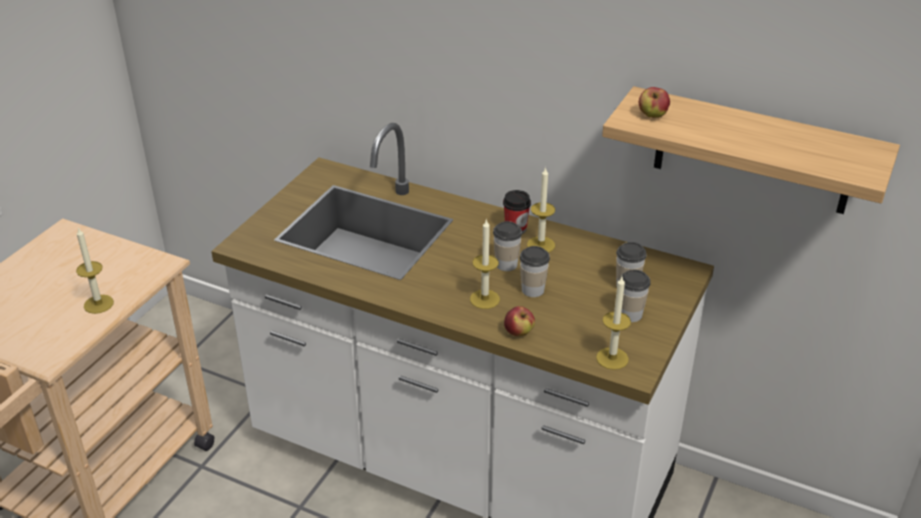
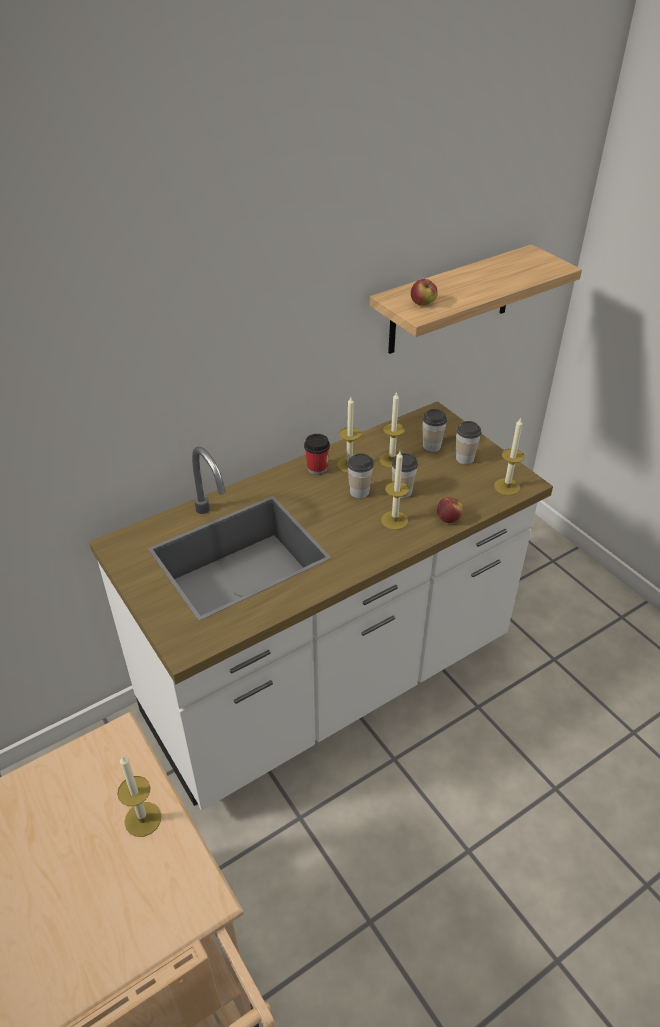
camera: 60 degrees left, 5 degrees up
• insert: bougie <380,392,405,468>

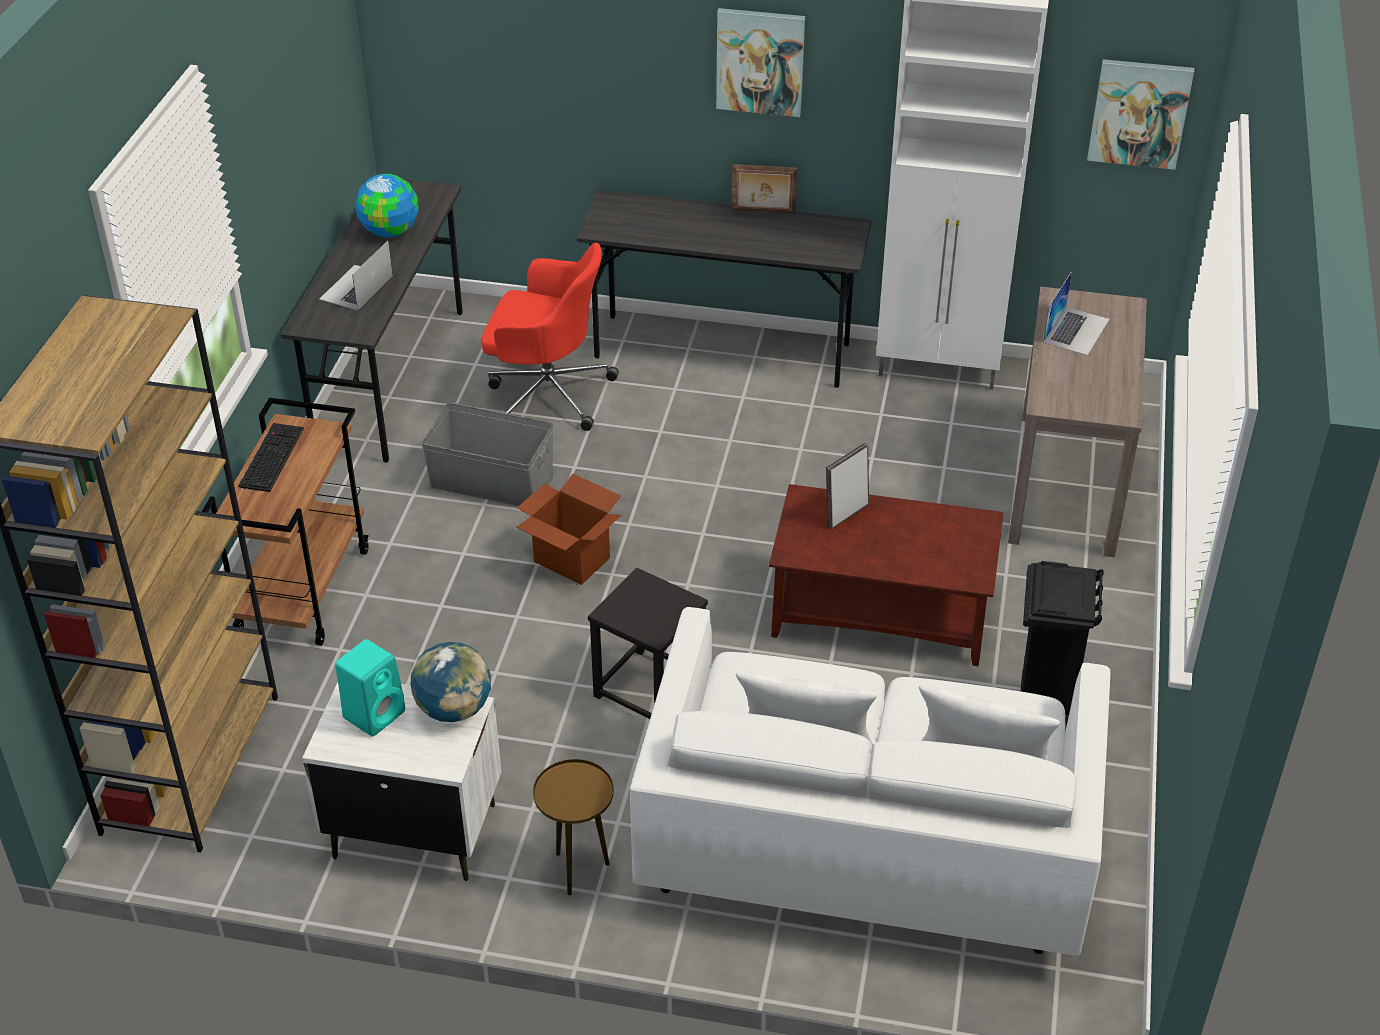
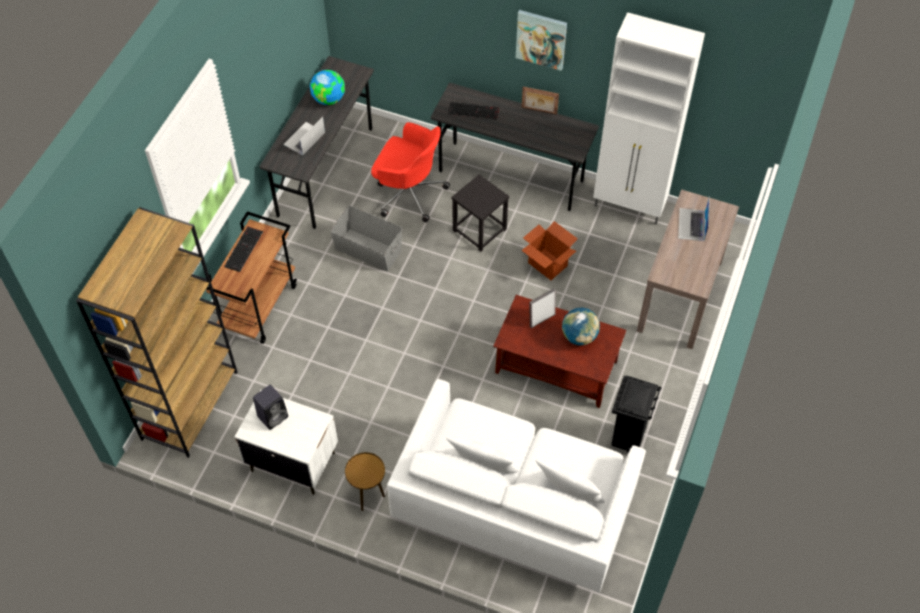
camera: 10 degrees right, 15 degrees up
• recolor: enceinte/turquoise <335,639,405,737> to enceinte/noir <253,385,288,430>
• insert: clavier <448,102,499,120>
• move: tabouret/noir <588,567,708,719> to <452,174,509,252>
• move: carton <516,474,621,585> to <521,221,578,280>
• move: globe <411,642,491,722> to <562,308,600,346>
• rotate: ordinateur portable <1043,271,1110,356> = <678,198,709,241> 150 degrees clockwise
• delete: tableau <1087,59,1194,170>

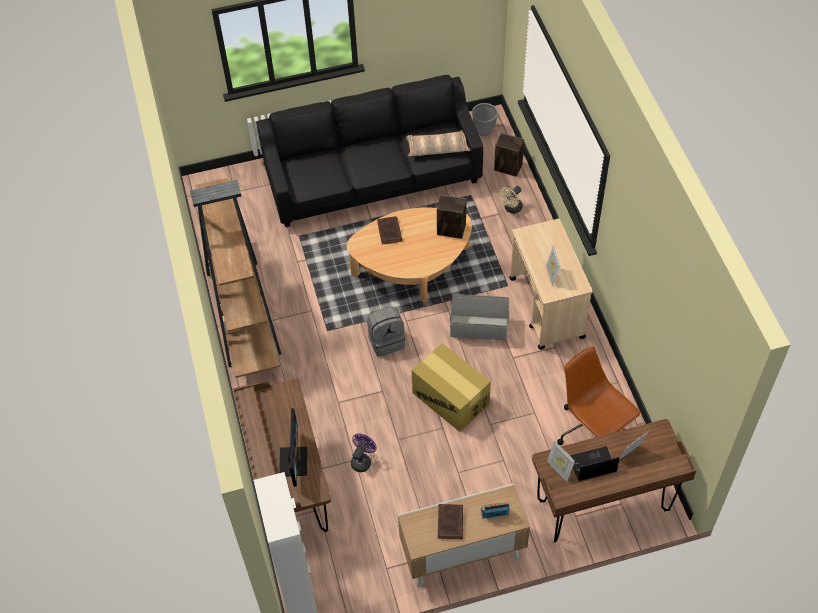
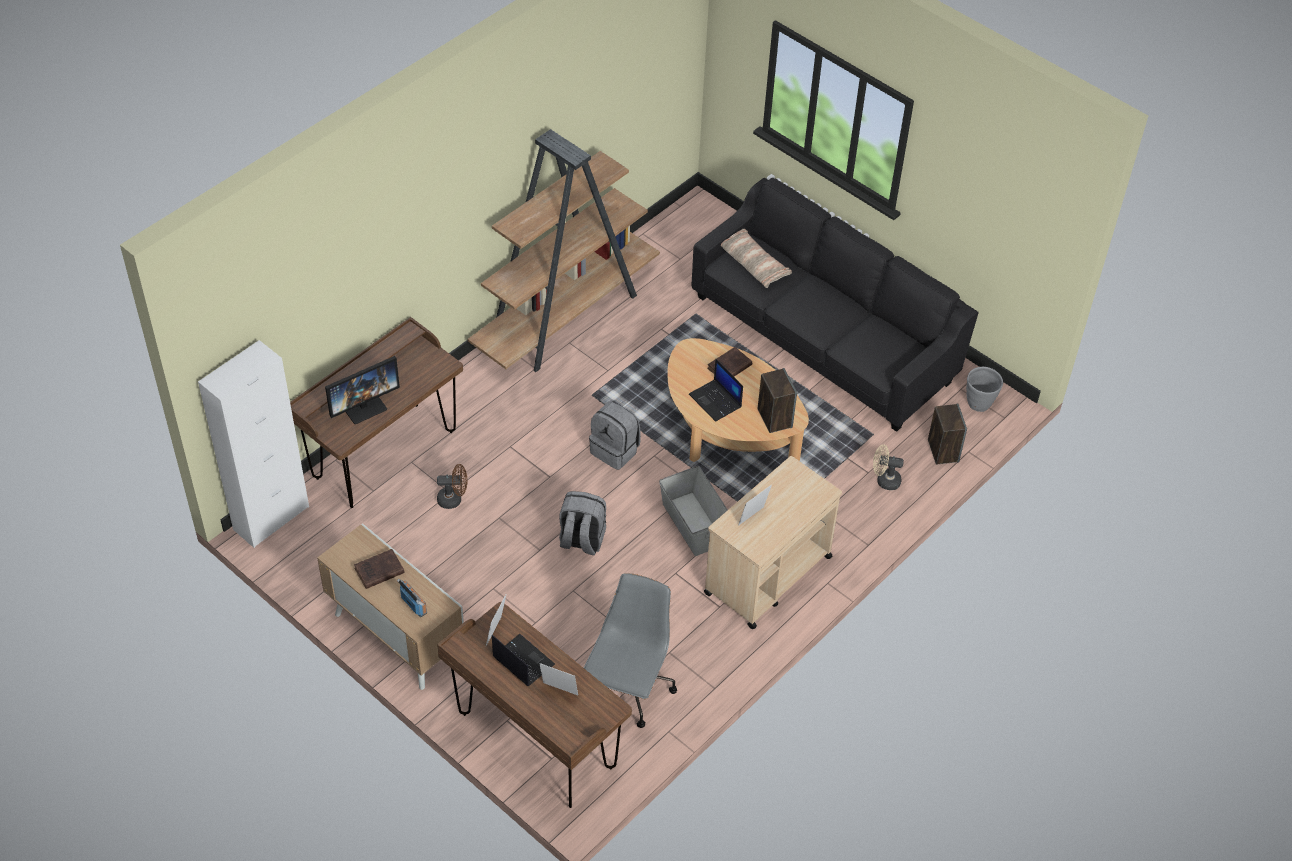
camera: 55 degrees right, 5 degrees down
• recolor: ventilateur/violet <351,434,377,472> to ventilateur/marron <437,464,467,509>
• replace: carton <412,343,491,432> to sac à dos/gris <559,491,606,555>
• recolor: chaise de bureau/marron <557,346,641,445> to chaise de bureau/gris <584,573,677,728>
• insert: ordinateur portable <689,359,743,422>
• move: coussin <406,130,470,157> to <721,229,792,288>

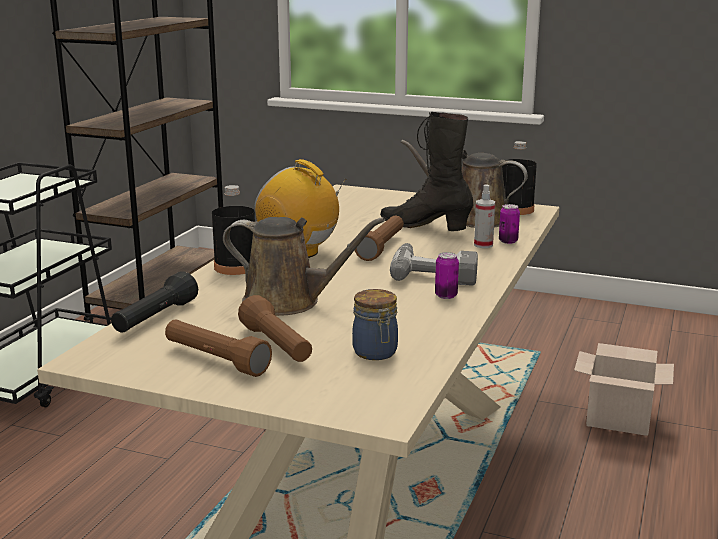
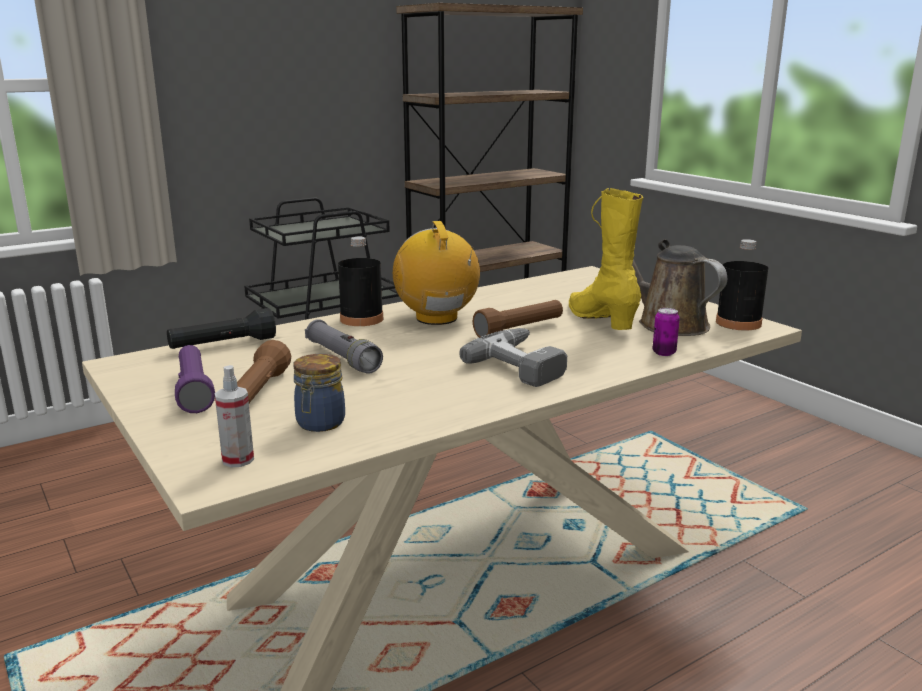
camera: 35 degrees right, 0 degrees up
• recolor: lampe de poche/marron <165,319,272,377> to lampe de poche/violet <175,345,215,413>
• move: vaporisateur <474,185,495,248> to <215,365,254,467>
• replace: arrosoir/marron <223,217,385,316> to lampe de poche/gris <305,319,383,374>
• recolor: botte/noir <380,112,473,231> to botte/jaune <569,188,643,330>
• delete: boîte métallique <435,252,459,299>
• delete: carton <574,343,674,436>

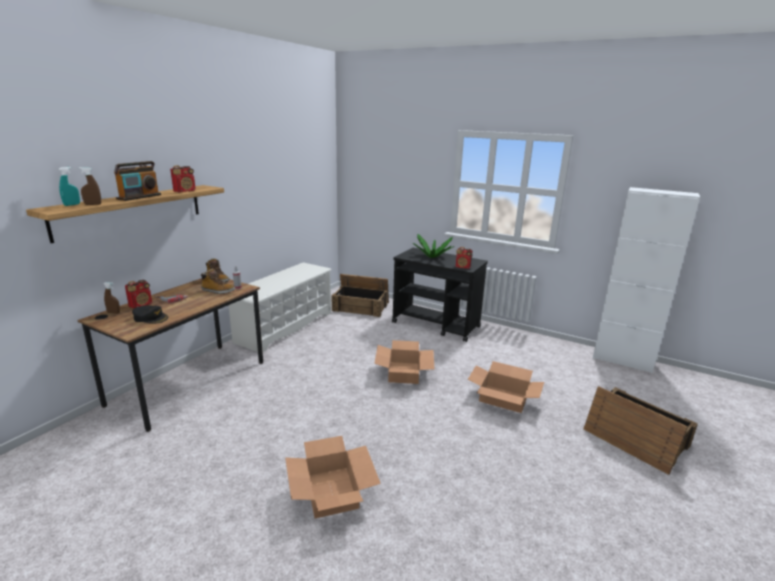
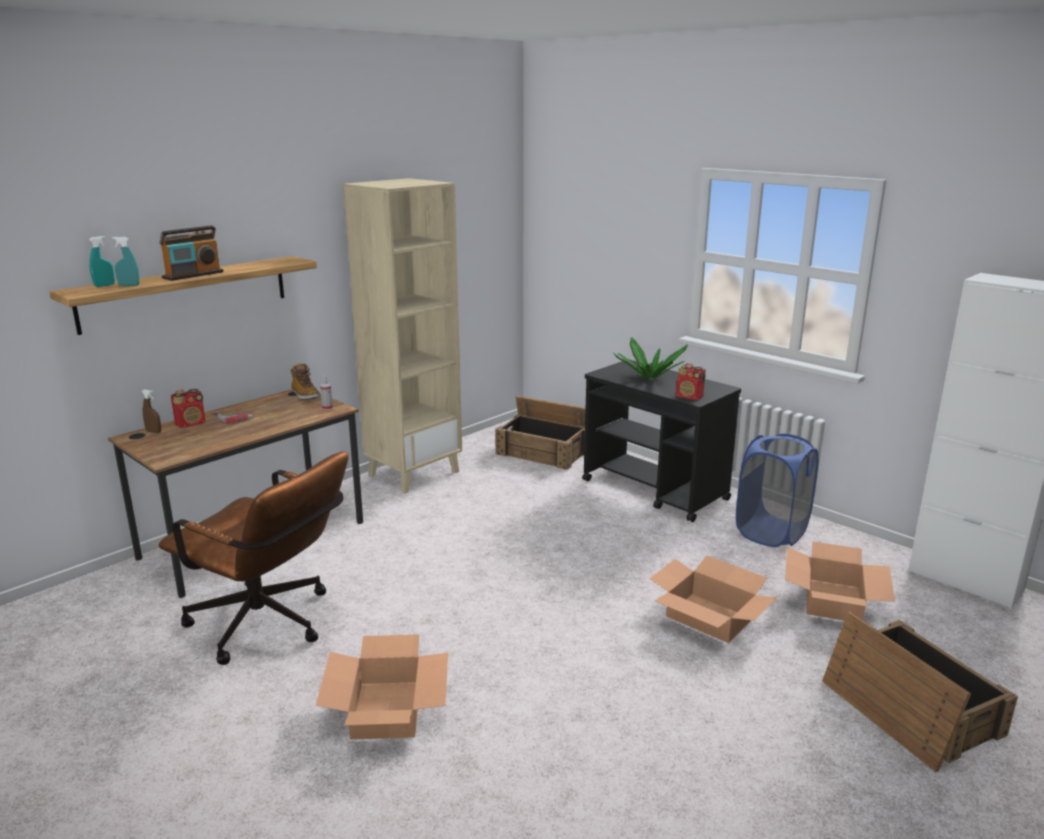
camera: 15 degrees right, 0 degrees up
• recolor: vaporisateur/marron <78,167,101,205> to vaporisateur/turquoise <112,237,140,286>
• insert: chaise de bureau/marron <159,452,348,665>
• replace: étagère à chaussures/blanc <228,262,332,352> to bibliothèque/beige <343,178,462,494>
• insert: panier à linge/bleu <736,434,818,547>
• move: carton <374,340,434,384> to <785,541,895,621>
• delete: casquette/noir <132,306,168,324>
• delete: radio <170,165,196,192>
• delete: botte <201,269,235,294>

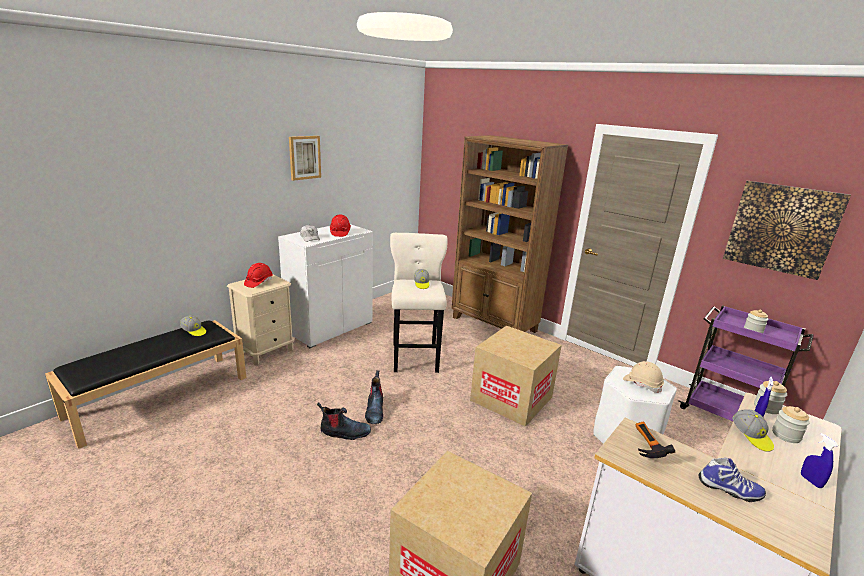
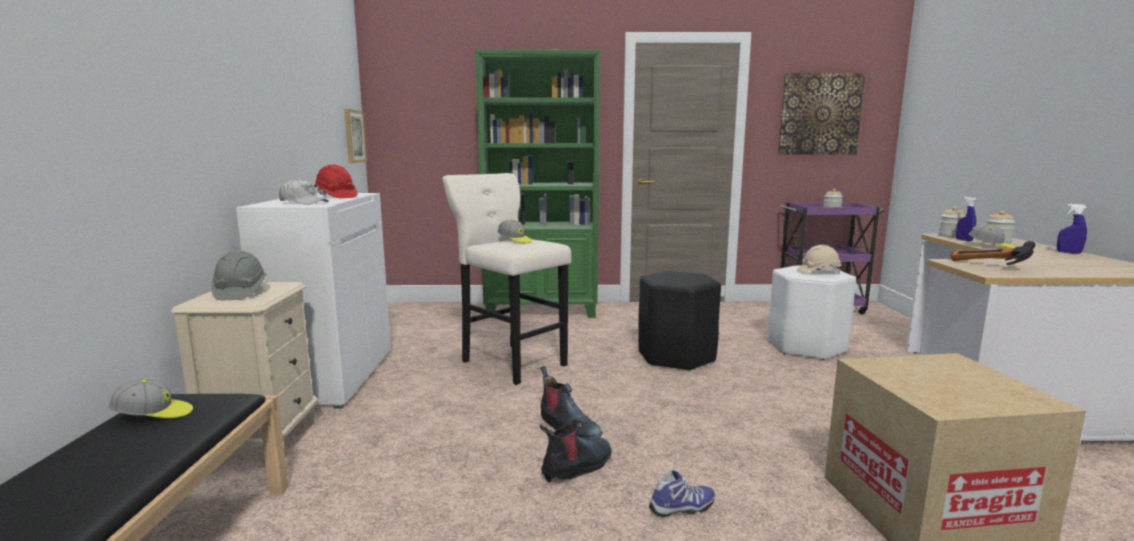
camera: 40 degrees left, 10 degrees down
• recolor: casque de chantier/rouge <244,263,273,288> to casque de chantier/gris <211,251,266,300>
• move: tableau <289,136,321,181> to <344,109,367,163>
• recolor: bibliothèque/marron <451,135,568,333> to bibliothèque/vert <475,50,600,318>
• replace: carton <470,326,562,427> to tabouret/noir <638,271,721,372>
• move: chaussure <698,458,766,502> to <649,470,715,517>

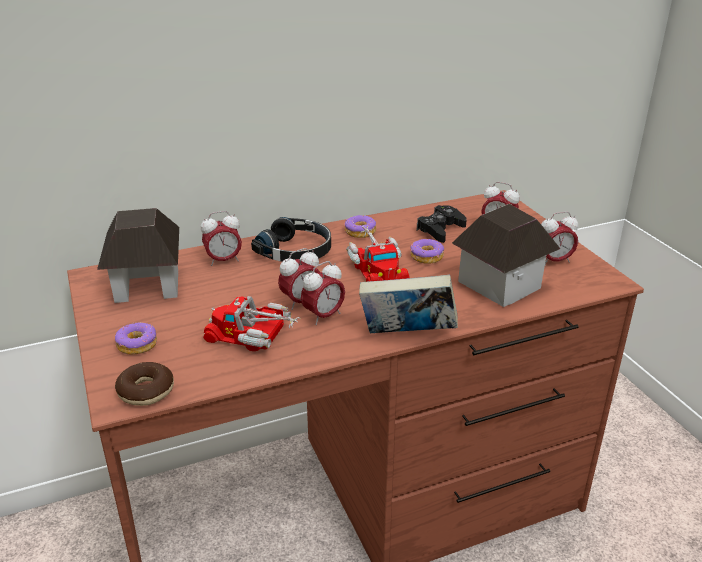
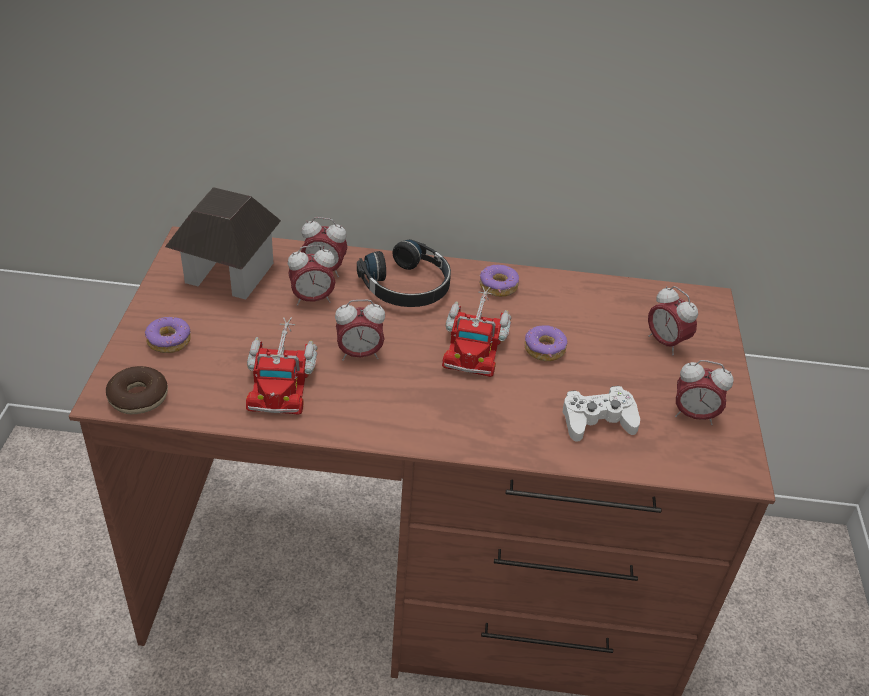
camera: 25 degrees right, 10 degrees up
• rotate: camion jouet <203,296,301,351> = <246,317,318,415> 135 degrees counterclockwise
• move: réveil <301,261,345,325> to <288,245,336,306>
• replace: maison miniature <452,204,560,307> to manette/blanc <563,386,640,442>
• delete: livre <359,275,458,333>
• delete: manette/noir <416,205,467,243>

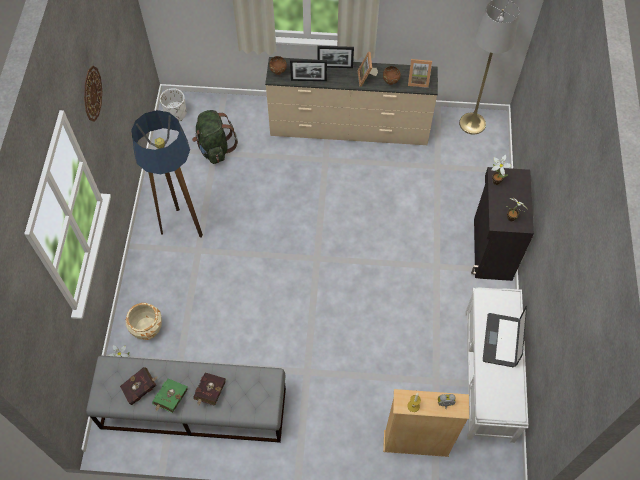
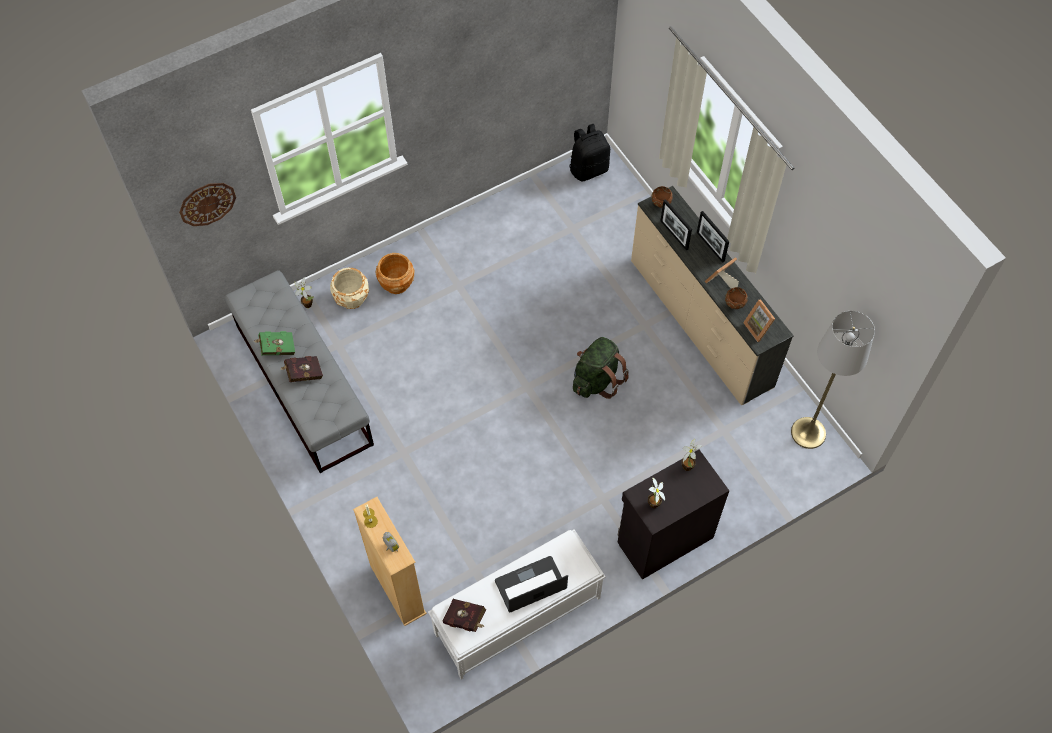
camera: 55 degrees right, 0 degrees up
• move: horloge murale <84,66,102,122> to <179,183,236,226>
• insert: cache-pot/marron <376,253,414,294>
• move: livre/rouge <120,367,158,405> to <443,599,486,632>
• replace: cache-pot/blanc <160,88,186,121> to sac à dos/noir <570,124,610,182>
• move: sac à dos/vert <192,110,238,164> to <573,337,629,399>
• delete: lampadaire <131,110,203,237>

